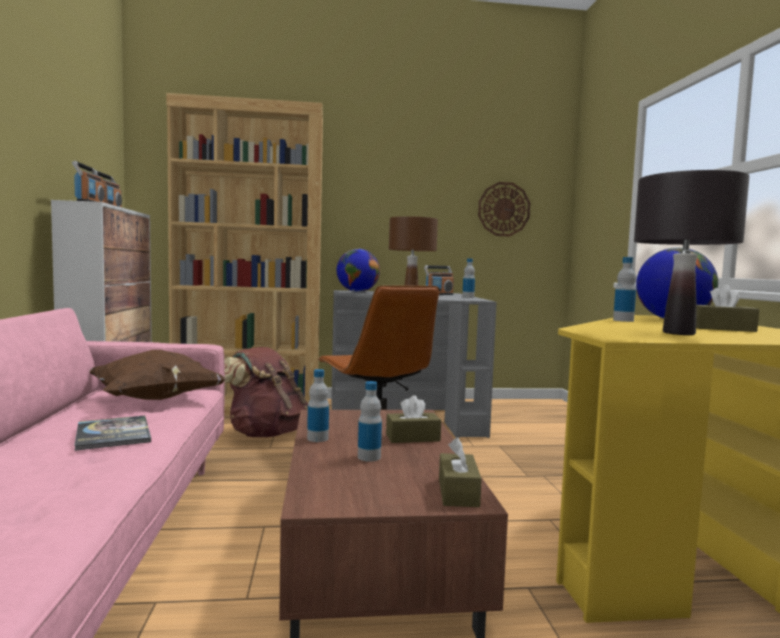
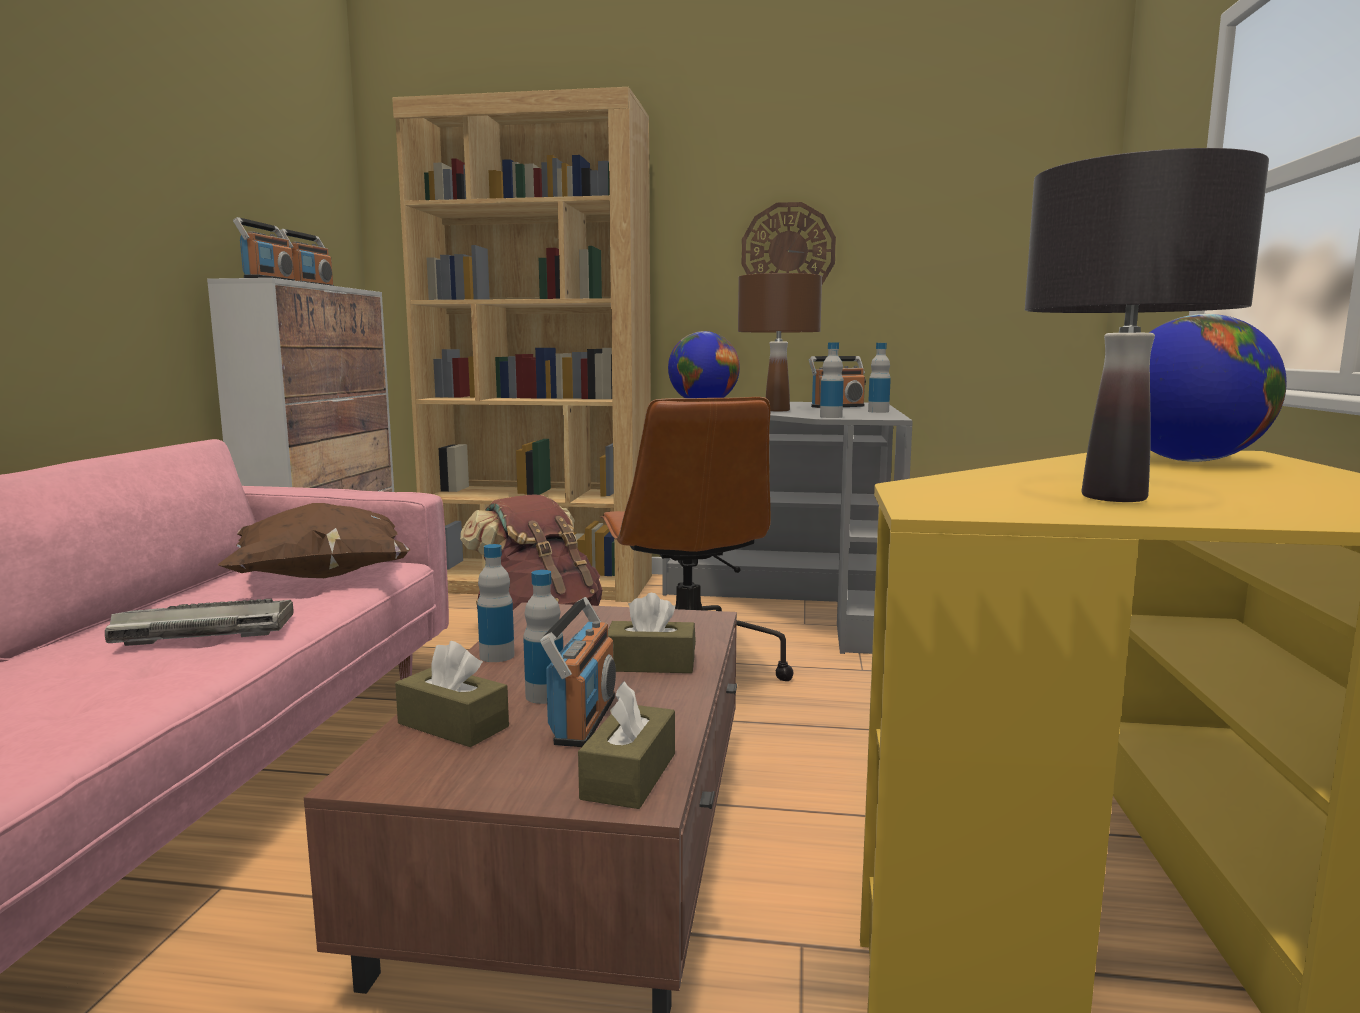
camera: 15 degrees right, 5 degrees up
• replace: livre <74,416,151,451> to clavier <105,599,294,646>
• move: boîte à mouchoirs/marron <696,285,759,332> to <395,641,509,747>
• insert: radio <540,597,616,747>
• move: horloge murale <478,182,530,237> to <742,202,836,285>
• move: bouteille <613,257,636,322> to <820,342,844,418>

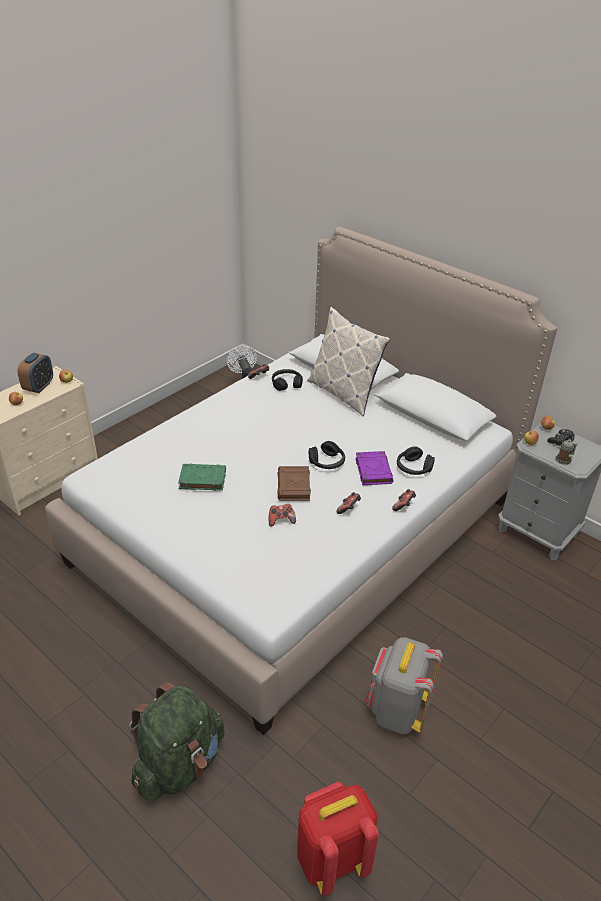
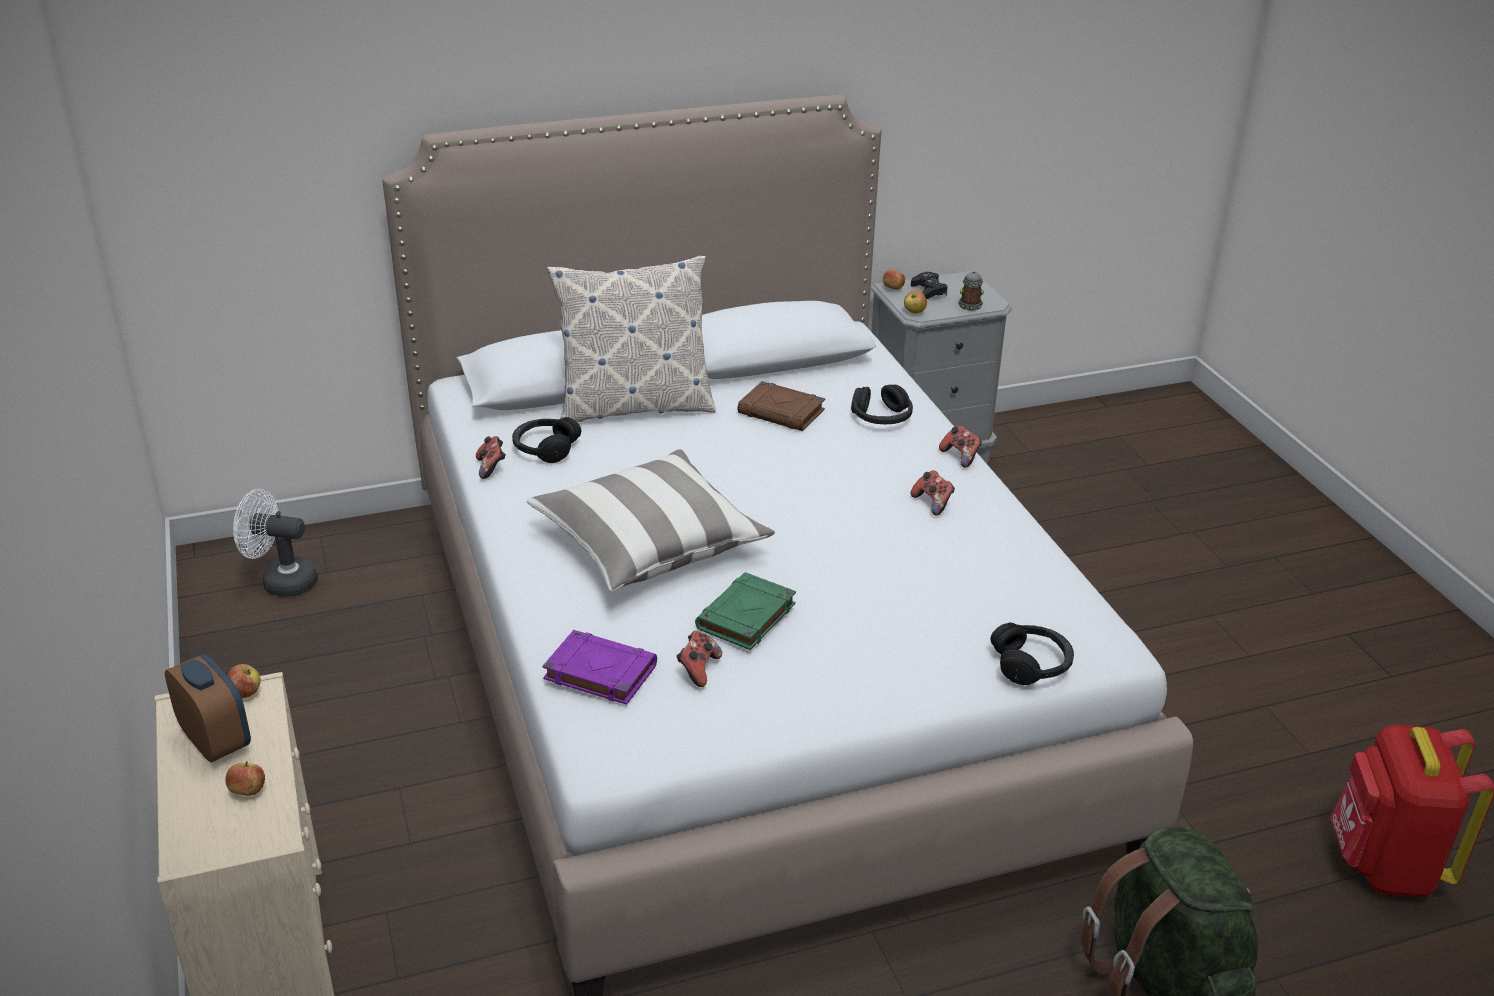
camera: 60 degrees left, 5 degrees down
• insert: coussin <527,449,775,592>
• move: livre/violet <356,451,394,485> to <542,630,657,705>
• move: manette <269,504,296,527> to <676,631,722,687>
• move: livre/marron <277,466,311,501> to <737,381,825,431>
• move: casque audio/noir <309,441,345,469> to <990,623,1074,685>
• delete: sac à dos/gris <365,637,443,734>

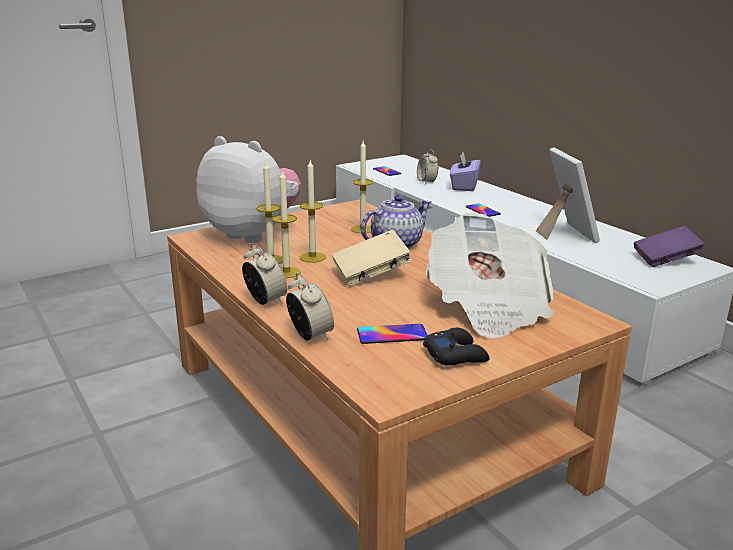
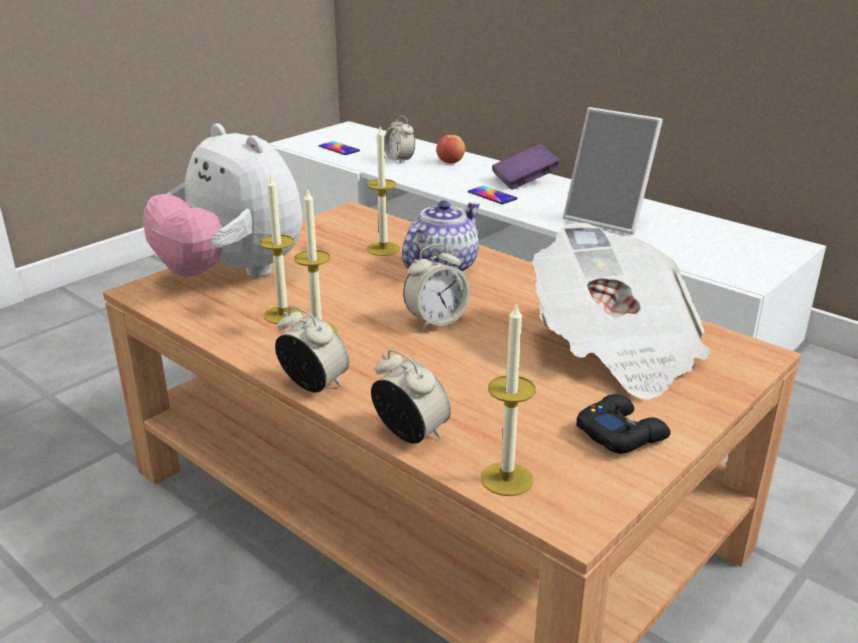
camera: 15 degrees left, 5 degrees up
• rotate: peluche <196,136,301,243> = <143,123,303,278> 150 degrees counterclockwise
• replace: livre/beige <332,230,412,286> to réveil <403,244,470,330>
• replace: boîte à mouchoirs/violet <450,152,481,191> to pomme <436,134,465,163>
• move: bougie <300,160,326,263> to <481,302,536,496>
• move: livre/violet <634,226,704,267> to <492,144,560,190>
• rotate: cadre photo <536,148,600,243> = <563,107,663,234> 150 degrees clockwise
• delete: téléphone <357,324,428,344>

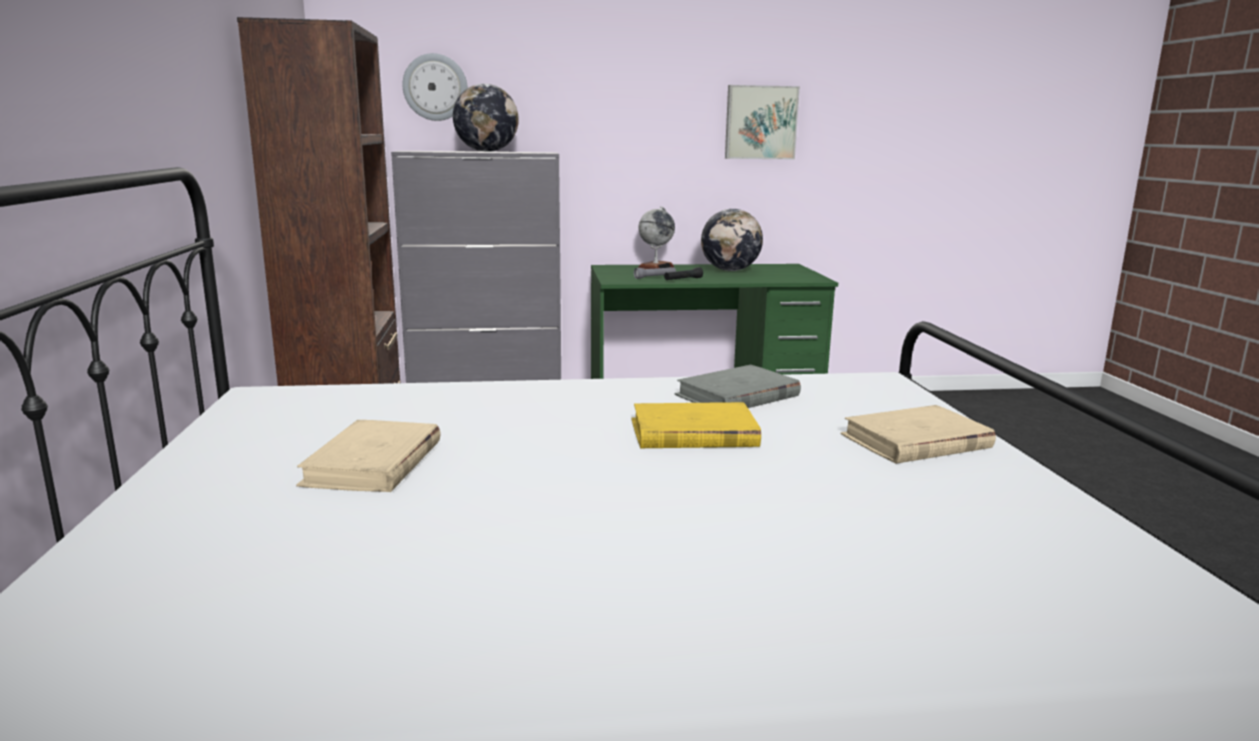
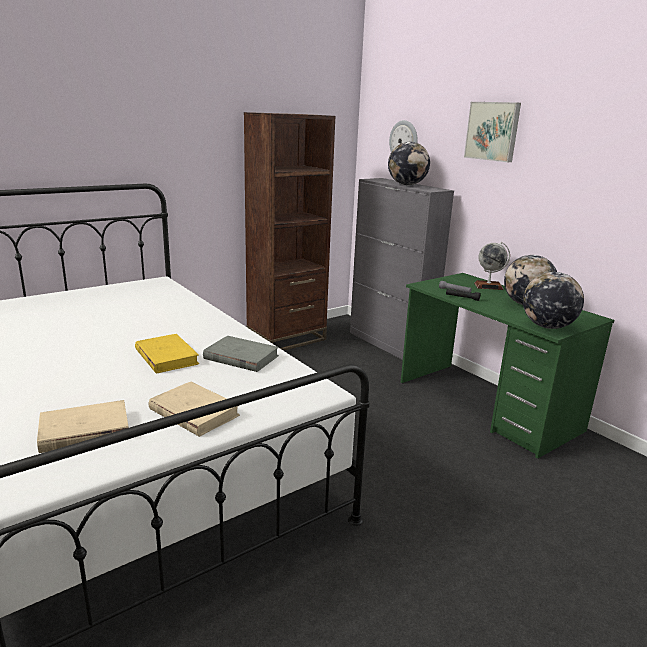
camera: 60 degrees right, 5 degrees up
• move: livre/beige <296,420,441,492> to <37,400,129,453>
• move: tableau <725,85,800,159> to <464,102,521,162>
• insert: globe <523,272,584,329>

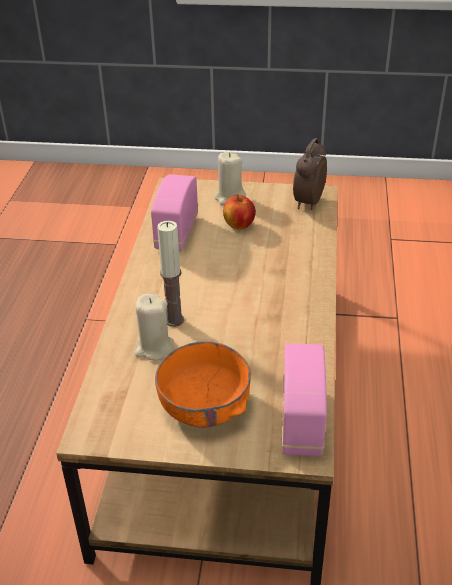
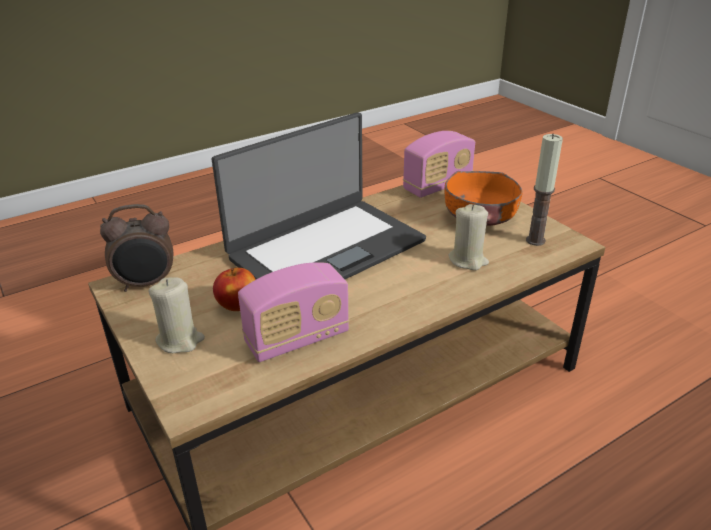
camera: 130 degrees left, 5 degrees down
• insert: ordinateur portable <212,112,426,279>
• move: bougie <157,221,184,327> to <526,134,563,246>

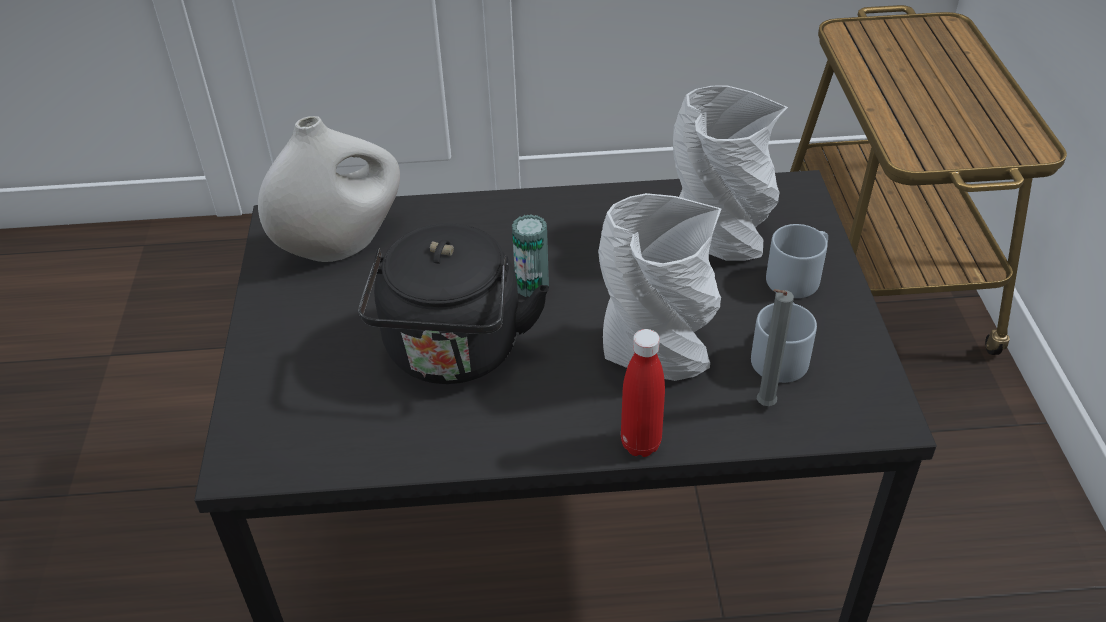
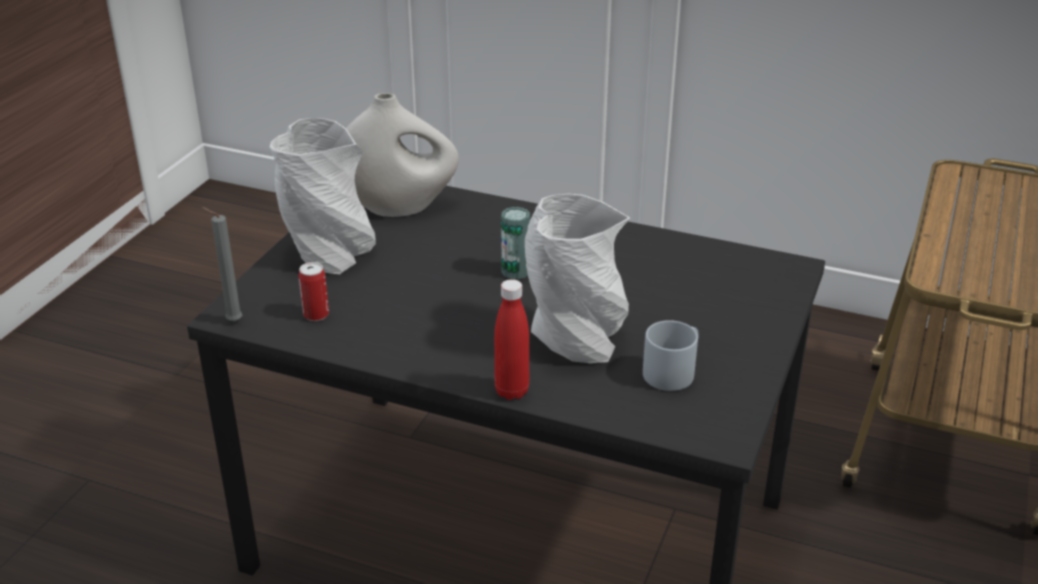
camera: 25 degrees right, 10 degrees down
• move: bougie/gris <757,289,794,406> to <201,207,242,322>
• move: vase/gris <673,85,788,261> to <270,118,376,274>
• insert: boîte métallique <298,262,329,321>
• delete: bouilloire/noir <358,223,549,384>
• delete: mug/gris <766,224,828,298>

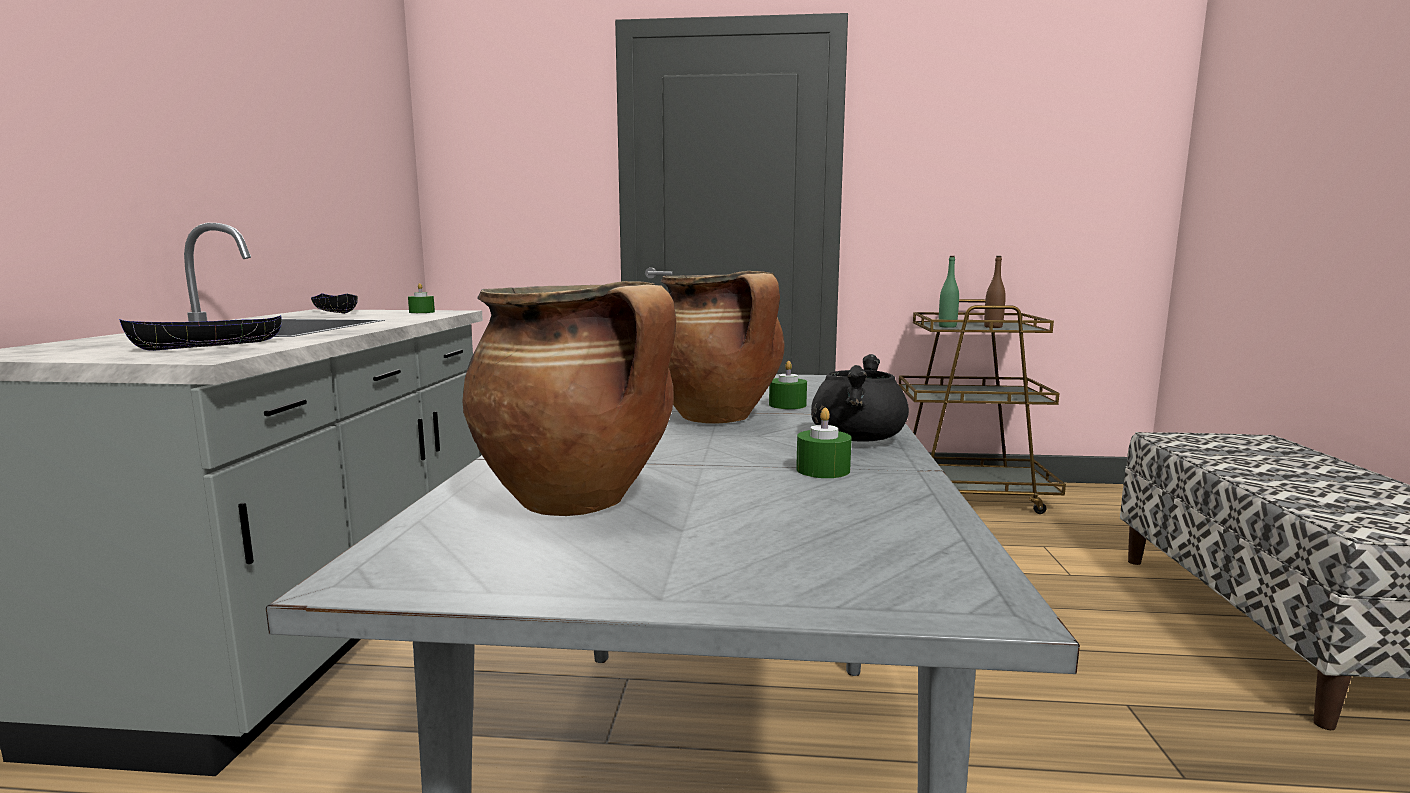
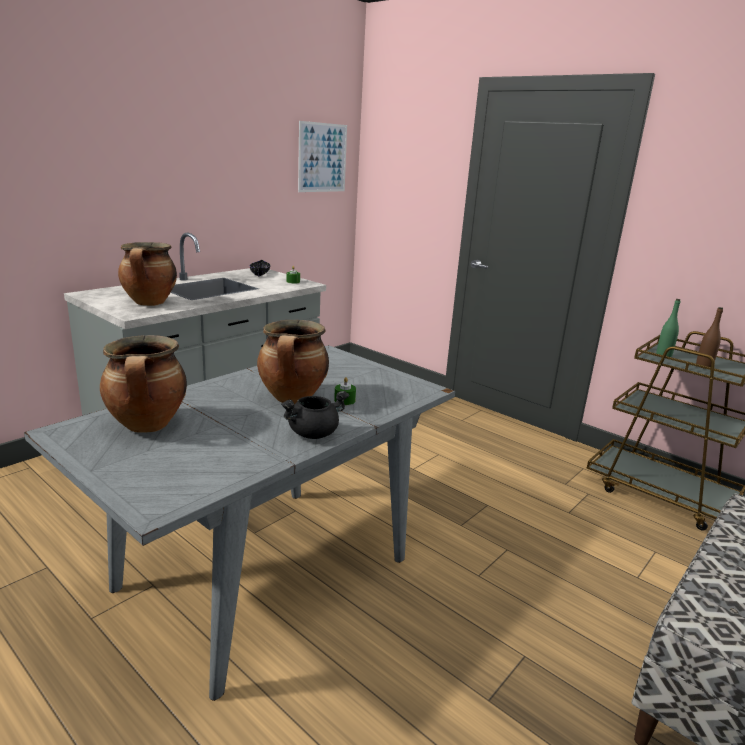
camera: 35 degrees right, 10 degrees up
• replace: bol/noir <119,315,282,351> to marmite <118,242,177,306>
• insert: tableau <298,121,347,192>
• delete: bougie/vert <796,408,852,478>

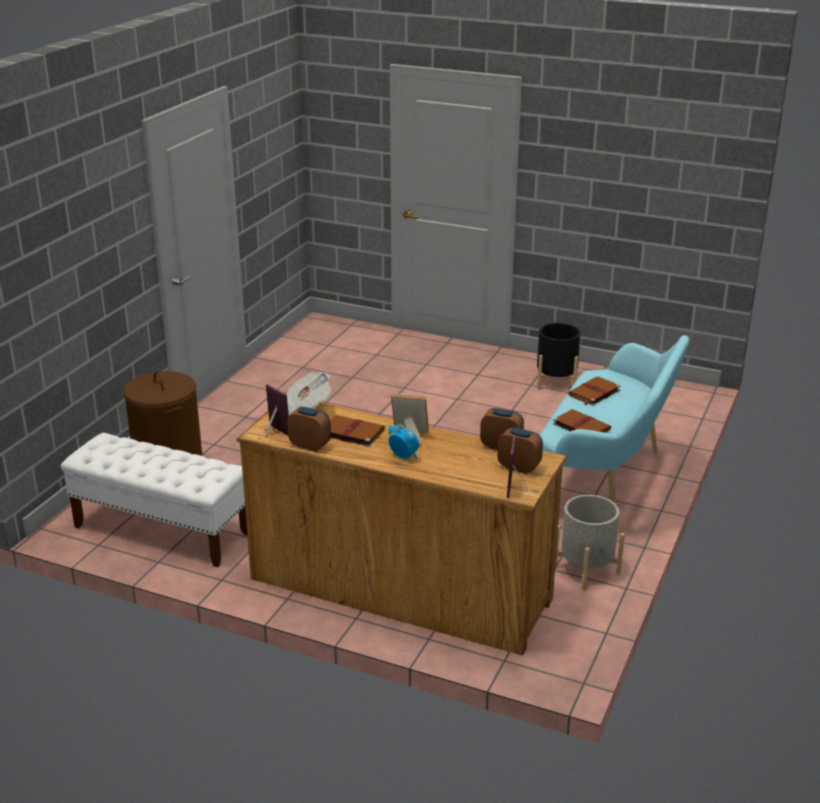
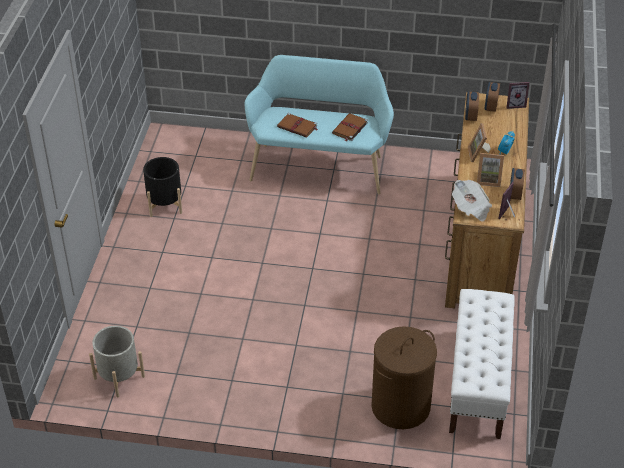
camera: 105 degrees left, 15 degrees up
• move: cache-pot/gris <555,495,625,591> to <89,326,145,397>
• replace: livre/marron <330,415,385,447> to cadre photo <477,153,504,187>

